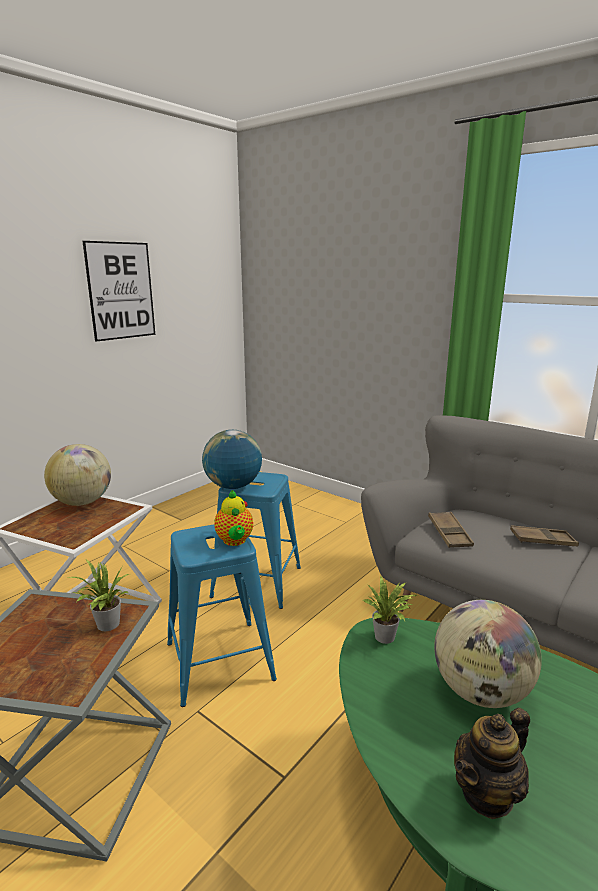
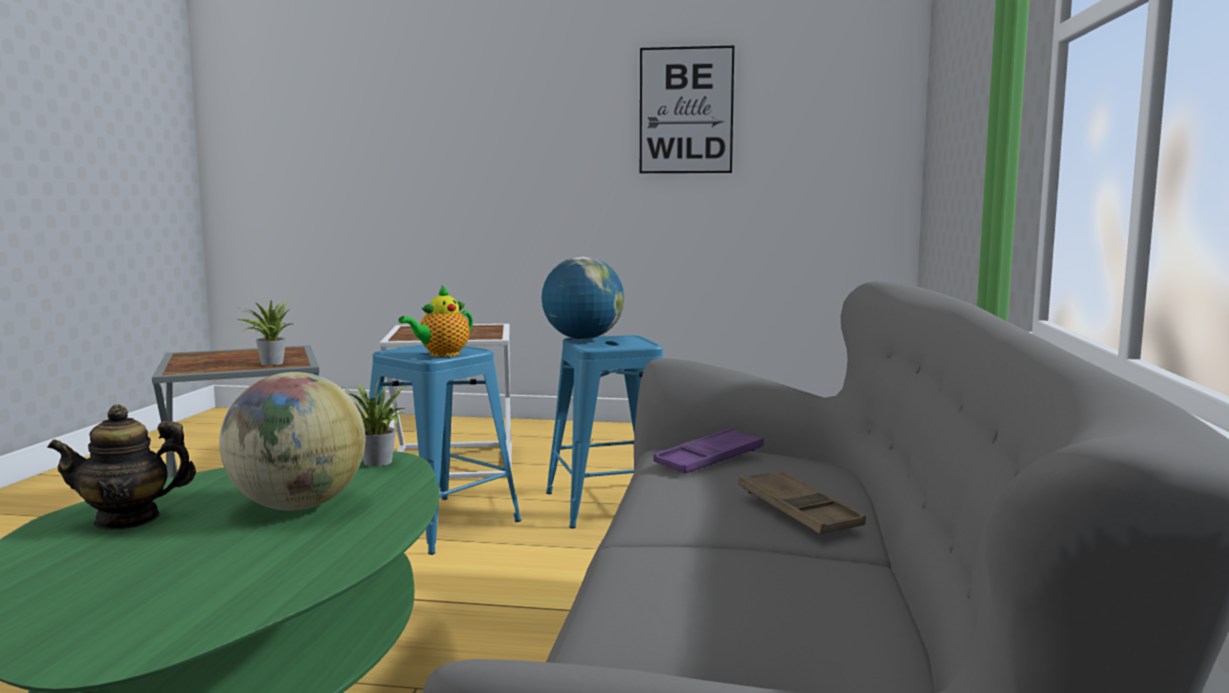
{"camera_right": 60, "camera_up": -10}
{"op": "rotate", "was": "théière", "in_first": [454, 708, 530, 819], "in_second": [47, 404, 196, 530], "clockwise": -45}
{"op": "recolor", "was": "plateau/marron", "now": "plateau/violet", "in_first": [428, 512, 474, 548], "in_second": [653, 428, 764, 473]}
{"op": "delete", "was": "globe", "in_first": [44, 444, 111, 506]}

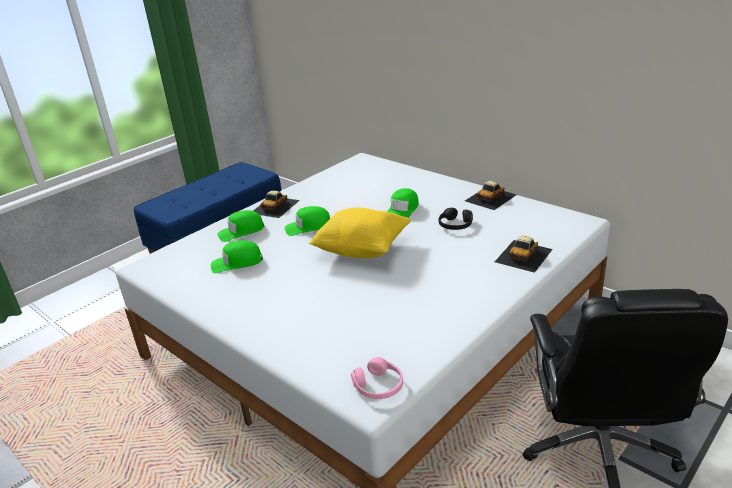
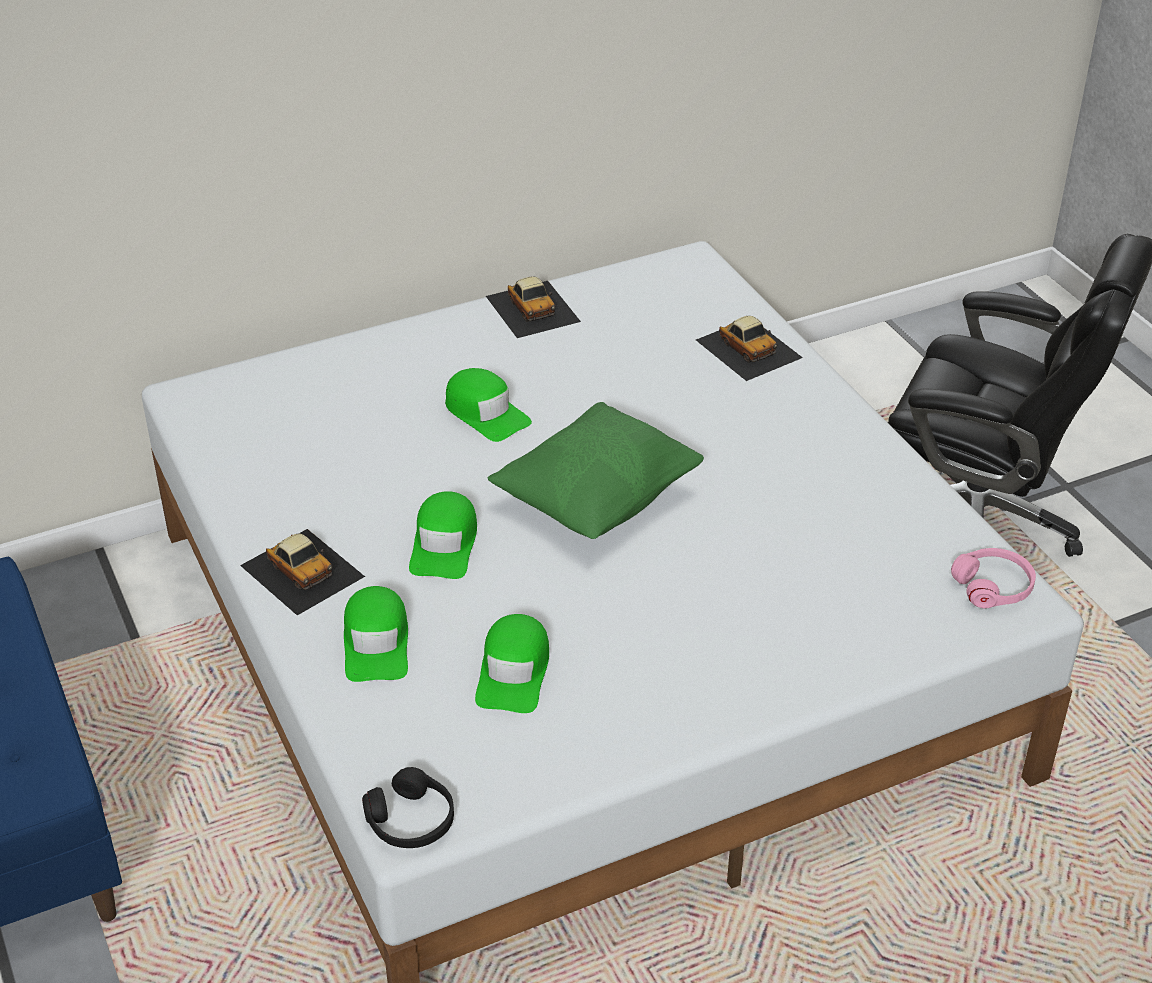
{"camera_right": -70, "camera_up": 10}
{"op": "move", "was": "casque audio/noir", "in_first": [439, 208, 473, 230], "in_second": [362, 767, 454, 848]}
{"op": "recolor", "was": "coussin/jaune", "now": "coussin/vert", "in_first": [309, 207, 411, 258], "in_second": [487, 402, 704, 539]}

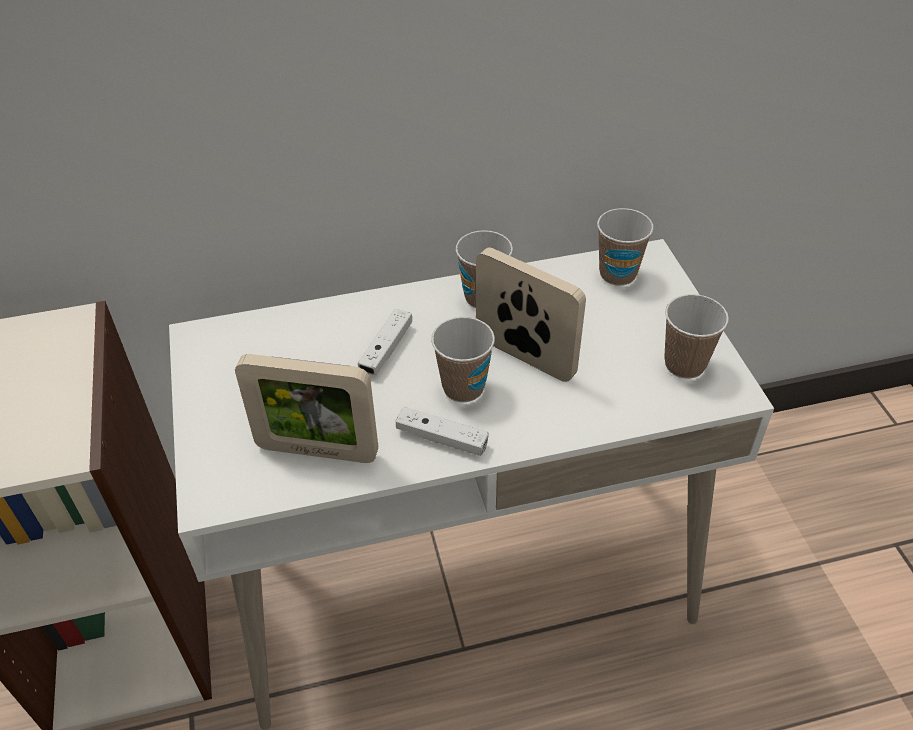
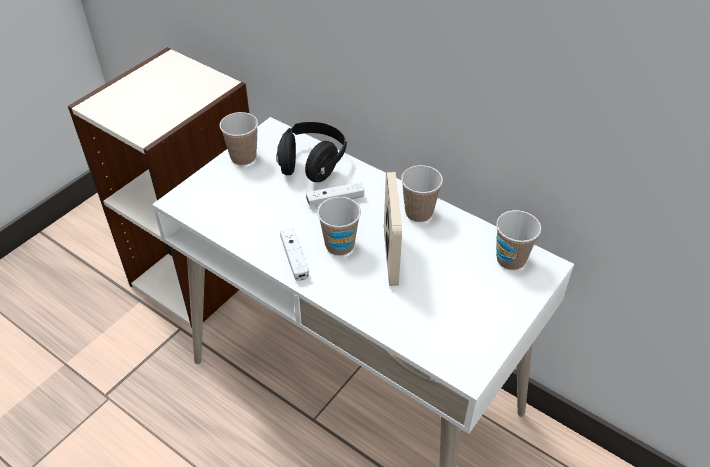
{"camera_right": 50, "camera_up": 0}
{"op": "move", "was": "tasse", "in_first": [664, 294, 729, 379], "in_second": [220, 112, 258, 166]}
{"op": "insert", "now": "casque audio/noir", "in_second": [276, 122, 347, 182]}
{"op": "delete", "was": "cadre photo", "in_first": [235, 354, 378, 463]}

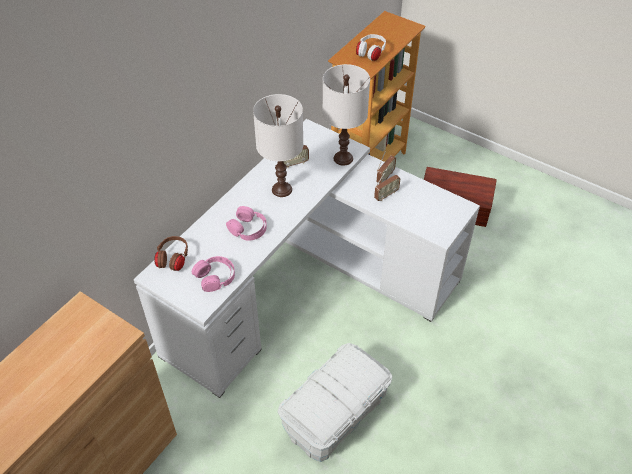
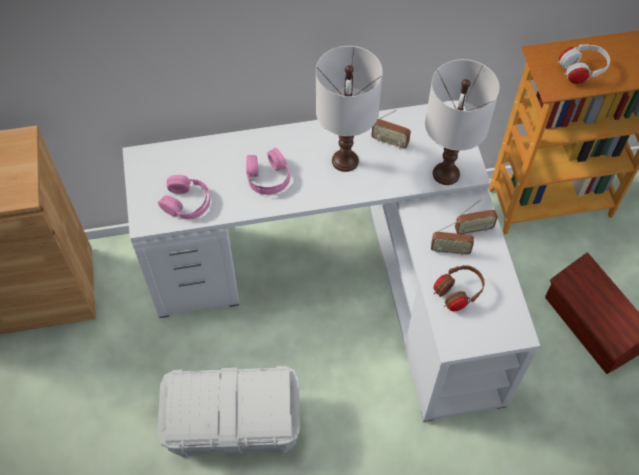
{"camera_right": 45, "camera_up": 10}
{"op": "move", "was": "casque audio/marron", "in_first": [154, 236, 188, 271], "in_second": [433, 265, 485, 311]}

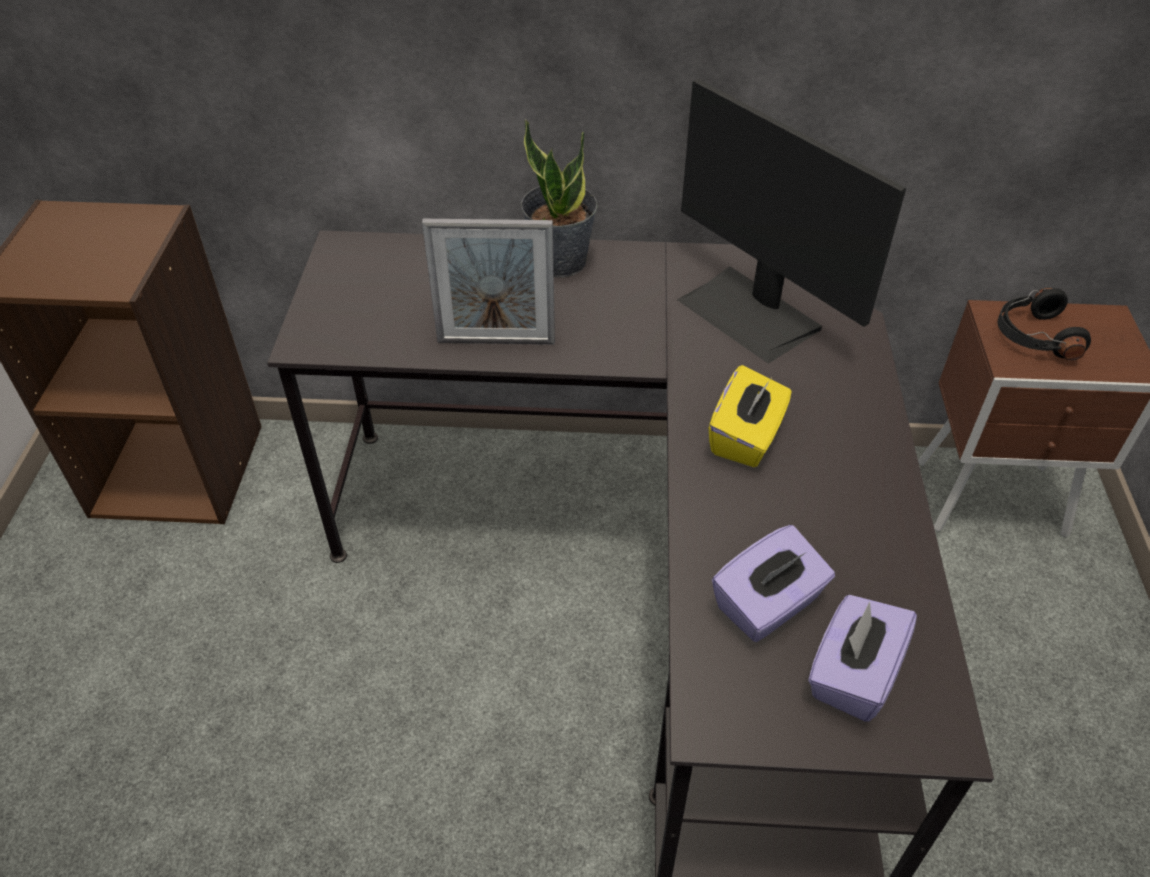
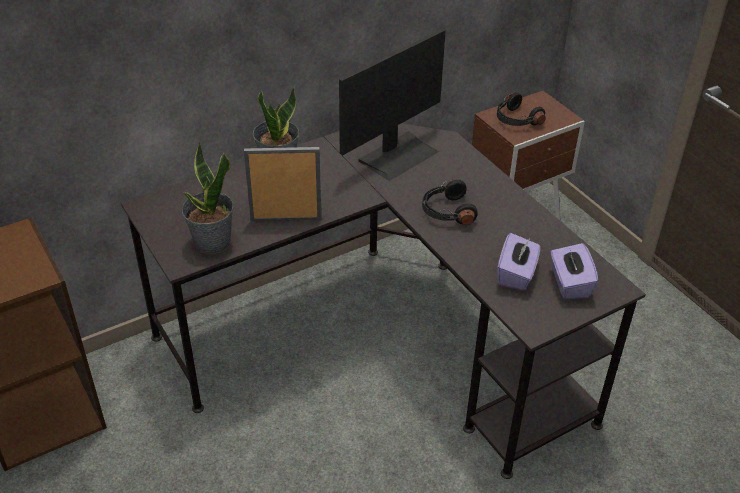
{"camera_right": -35, "camera_up": -5}
{"op": "insert", "now": "plante en pot", "in_second": [182, 141, 234, 254]}
{"op": "rotate", "was": "cadre photo", "in_first": [422, 219, 555, 345], "in_second": [244, 147, 321, 221], "clockwise": -150}
{"op": "rotate", "was": "écran d'ordinateur", "in_first": [677, 79, 906, 364], "in_second": [339, 29, 446, 181], "clockwise": -60}
{"op": "replace", "was": "boîte à mouchoirs/jaune", "now": "casque audio/noir", "in_first": [709, 365, 792, 467], "in_second": [422, 179, 478, 225]}

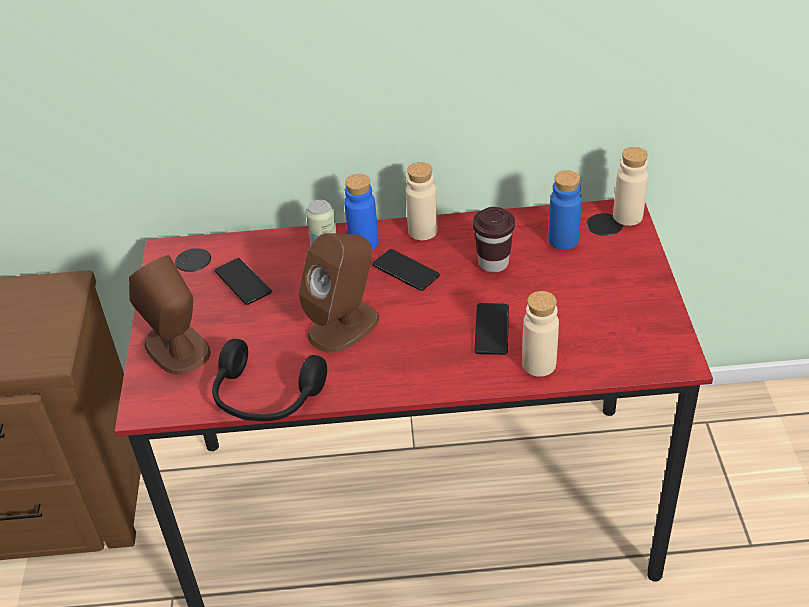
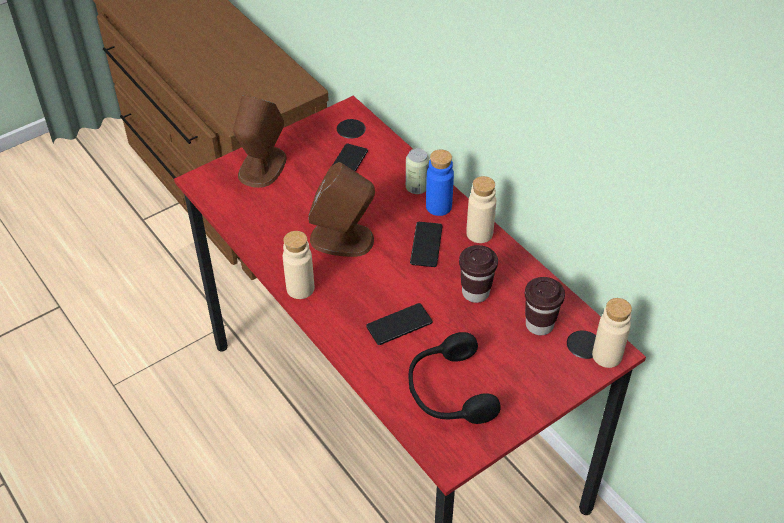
{"camera_right": 55, "camera_up": 5}
{"op": "move", "was": "bouteille/beige", "in_first": [522, 291, 559, 377], "in_second": [283, 231, 314, 299]}
{"op": "move", "was": "casque audio/noir", "in_first": [212, 339, 327, 421], "in_second": [408, 332, 501, 424]}
{"op": "replace", "was": "bouteille/bleu", "now": "tasse/marron", "in_first": [548, 170, 582, 250], "in_second": [525, 277, 565, 335]}

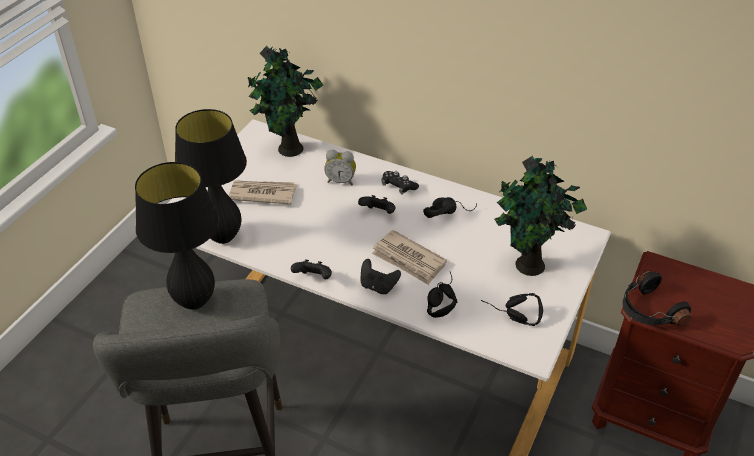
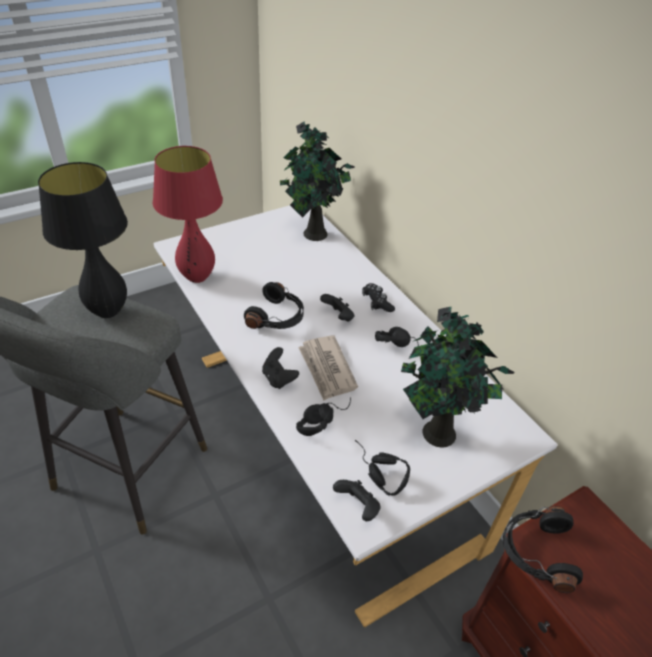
{"camera_right": 30, "camera_up": 0}
{"op": "recolor", "was": "lampe de table/noir", "now": "lampe de table/rouge", "in_first": [175, 109, 247, 244], "in_second": [153, 146, 223, 283]}
{"op": "insert", "now": "casque audio/noir", "in_second": [244, 282, 304, 329]}
{"op": "move", "was": "manette/noir", "in_first": [291, 259, 332, 279], "in_second": [333, 480, 381, 521]}
{"op": "delete", "was": "journal", "in_first": [229, 180, 297, 205]}
{"op": "delete", "was": "réveil", "in_first": [324, 150, 356, 185]}

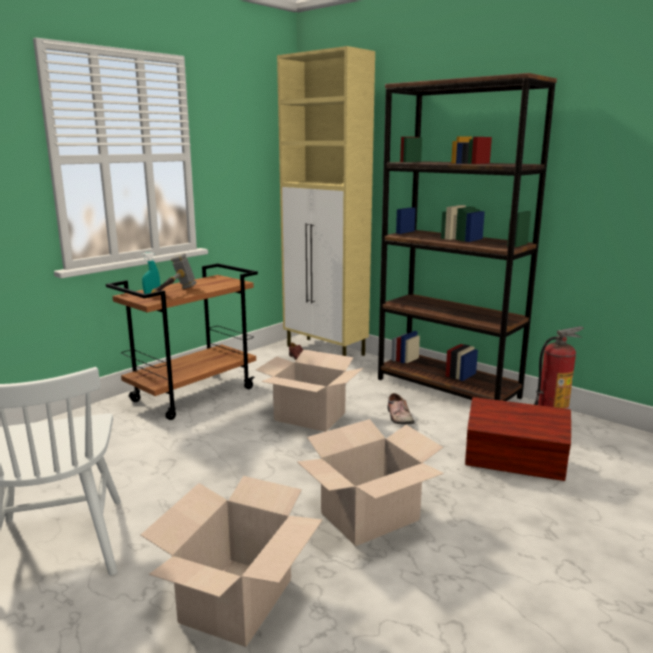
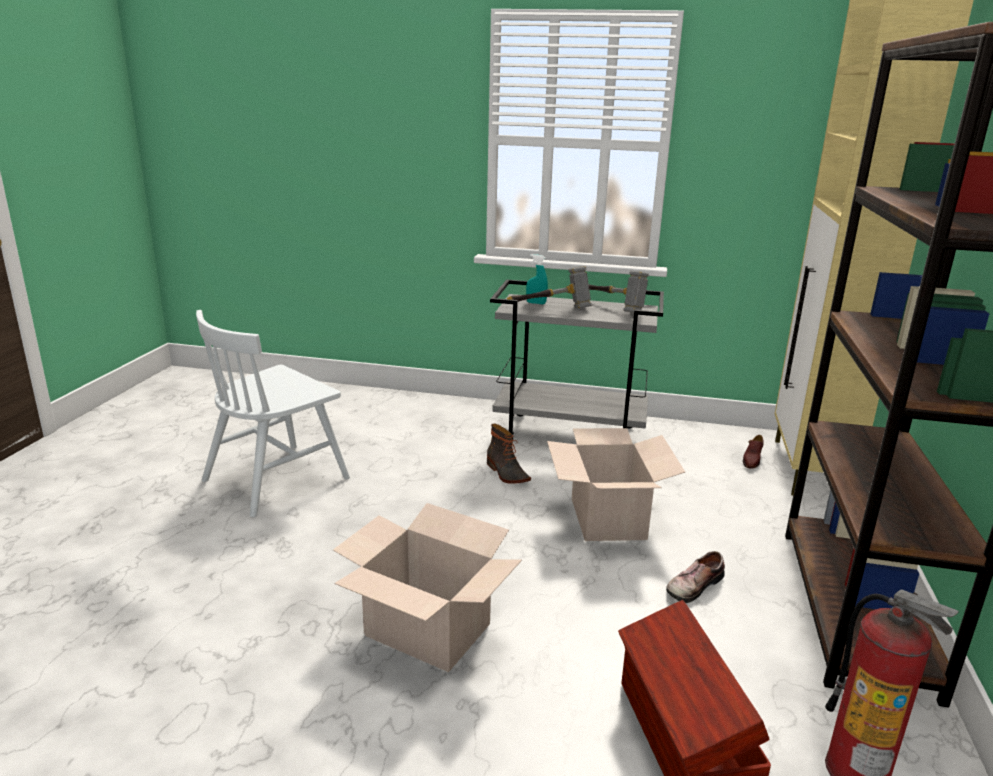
{"camera_right": 60, "camera_up": 5}
{"op": "insert", "now": "botte", "in_second": [487, 424, 531, 484]}
{"op": "recolor", "was": "chariot/marron", "now": "chariot/gris", "in_first": [106, 263, 258, 420], "in_second": [490, 280, 664, 439]}
{"op": "insert", "now": "marteau", "in_second": [589, 271, 649, 313]}
{"op": "delete", "was": "carton", "in_first": [141, 476, 322, 647]}

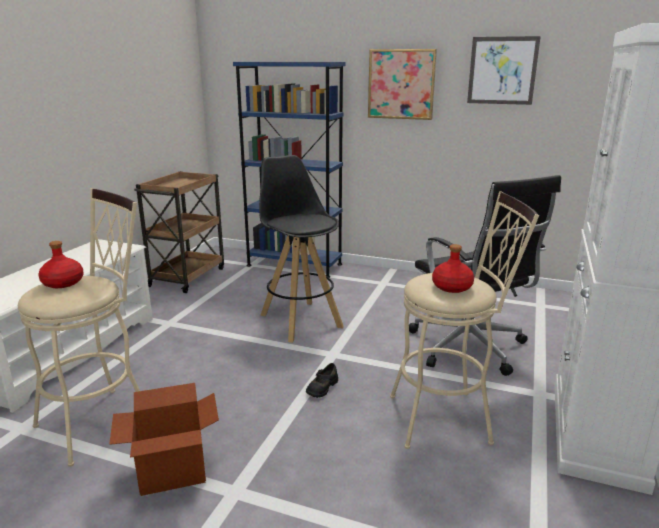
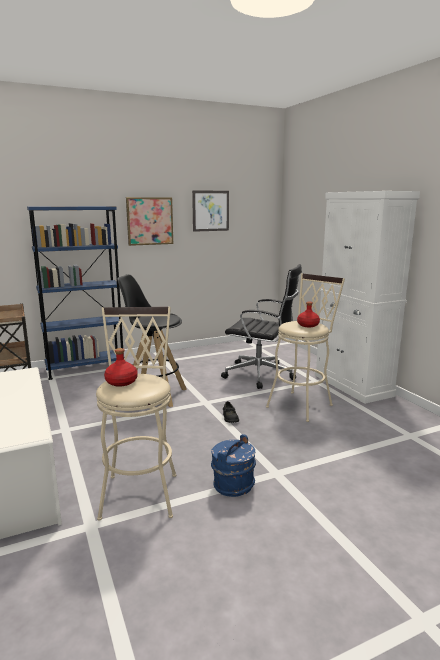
{"camera_right": -45, "camera_up": -5}
{"op": "replace", "was": "carton", "now": "seau/bleu", "in_first": [109, 383, 219, 496], "in_second": [211, 434, 256, 497]}

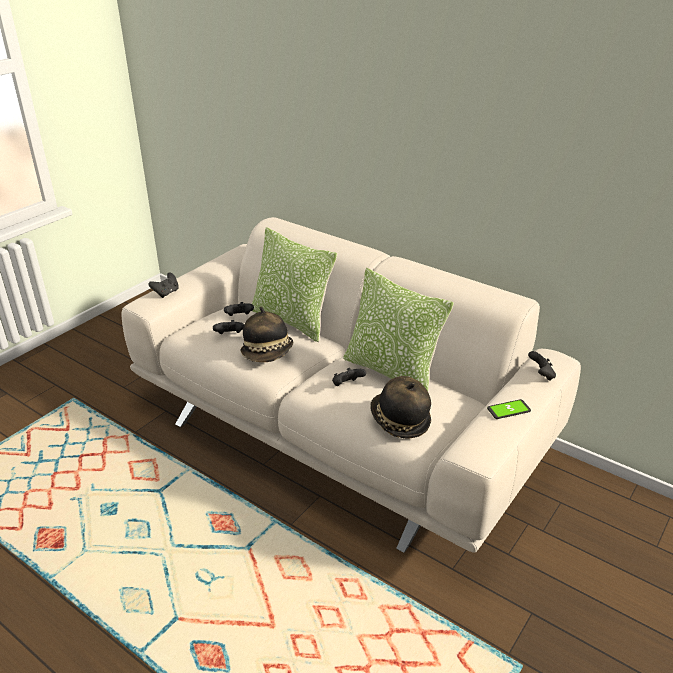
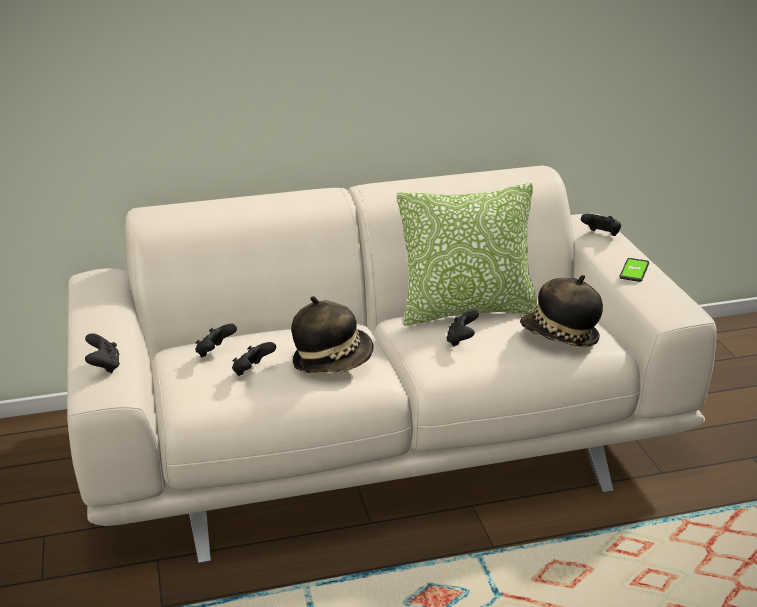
{"camera_right": -50, "camera_up": -5}
{"op": "delete", "was": "coussin", "in_first": [252, 227, 337, 342]}

